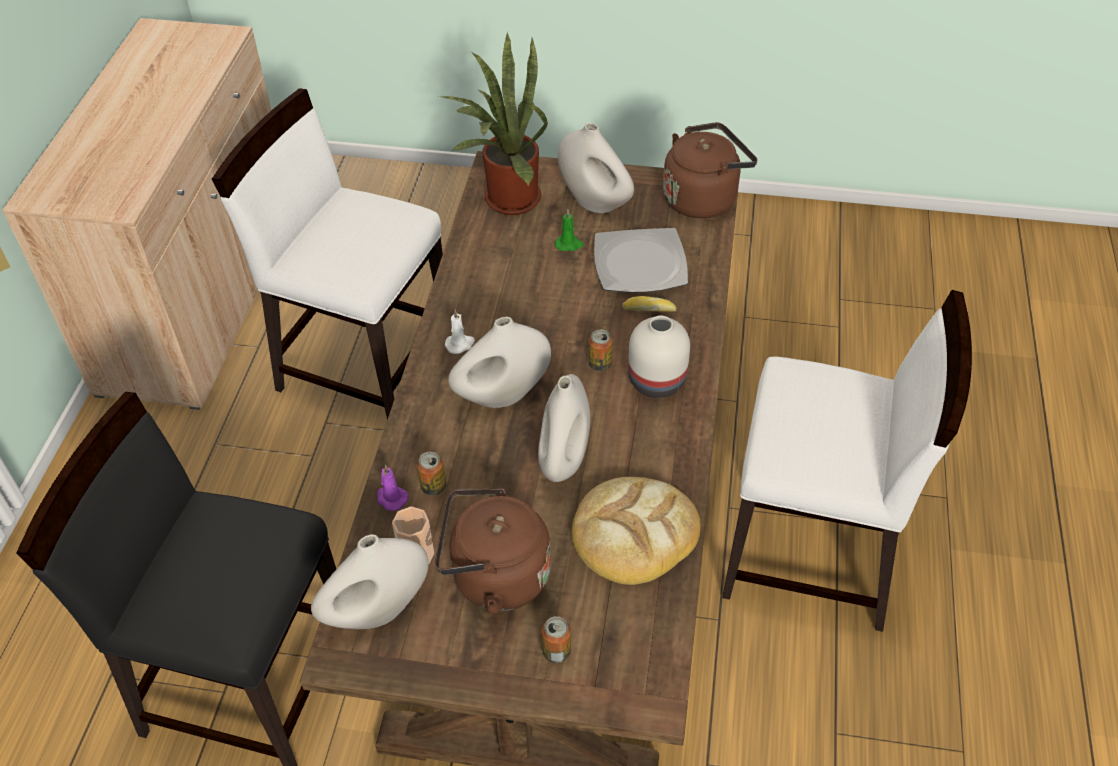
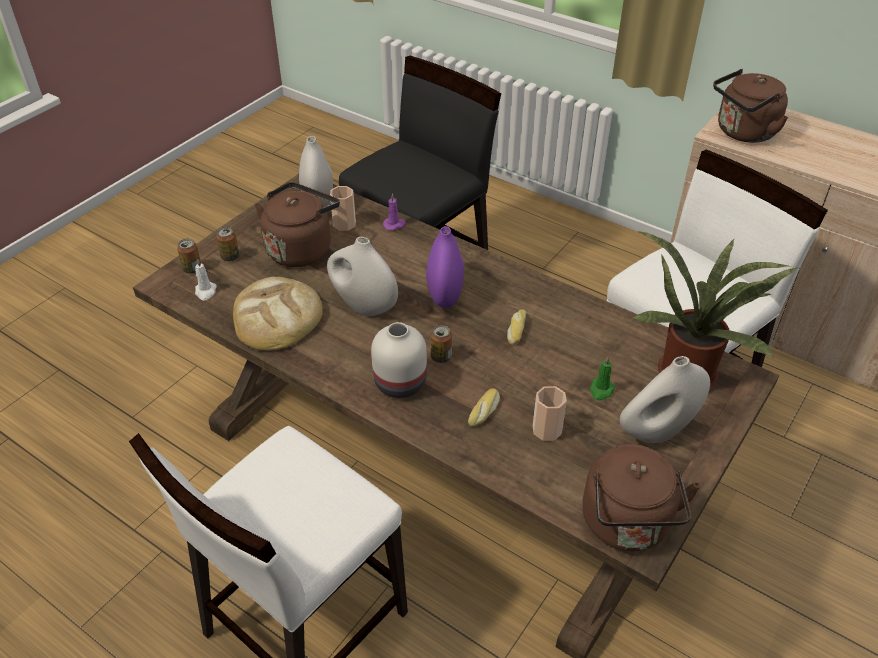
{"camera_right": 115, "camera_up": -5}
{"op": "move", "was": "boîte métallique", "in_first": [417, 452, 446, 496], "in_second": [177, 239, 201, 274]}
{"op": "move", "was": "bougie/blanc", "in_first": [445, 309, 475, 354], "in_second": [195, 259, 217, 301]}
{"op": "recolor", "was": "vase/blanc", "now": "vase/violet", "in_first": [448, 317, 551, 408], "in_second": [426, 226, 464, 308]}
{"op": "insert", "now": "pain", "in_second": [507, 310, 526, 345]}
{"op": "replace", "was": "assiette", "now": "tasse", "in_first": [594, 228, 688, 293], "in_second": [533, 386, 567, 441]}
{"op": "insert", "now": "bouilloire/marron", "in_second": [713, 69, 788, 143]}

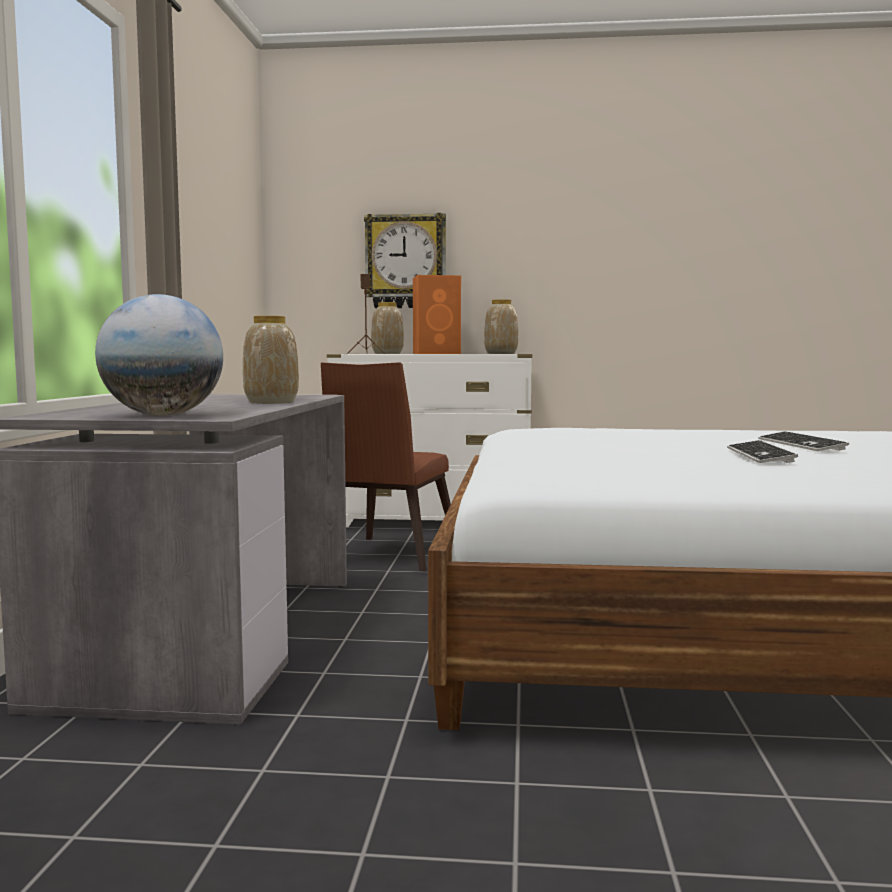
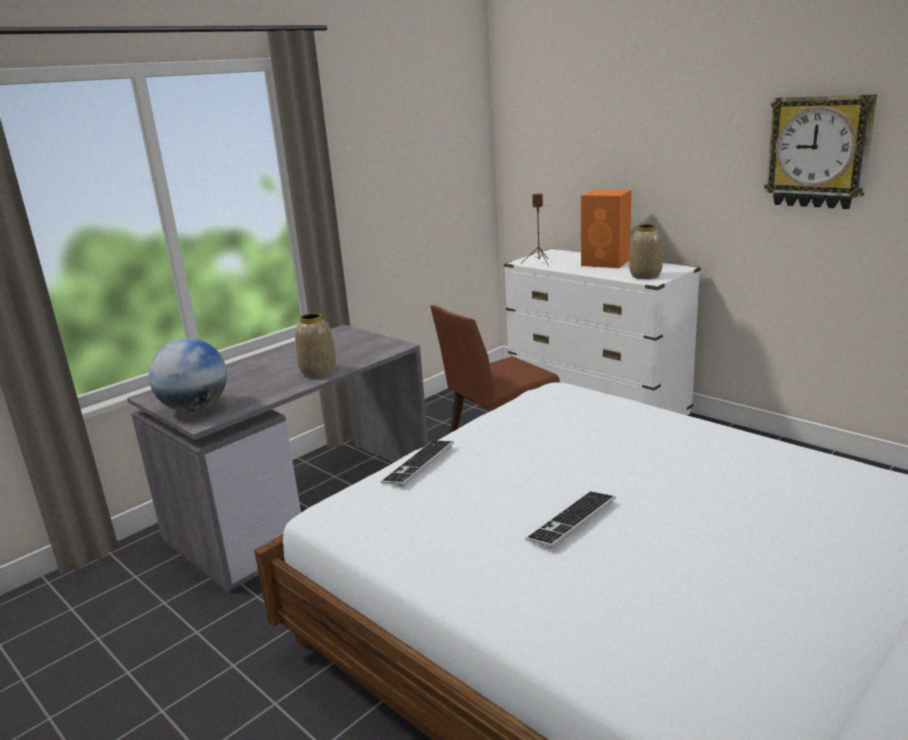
{"camera_right": 40, "camera_up": 15}
{"op": "move", "was": "clavier", "in_first": [758, 431, 849, 451], "in_second": [381, 441, 454, 487]}
{"op": "move", "was": "horloge murale", "in_first": [364, 213, 446, 308], "in_second": [764, 94, 877, 209]}
{"op": "delete", "was": "vase", "in_first": [371, 302, 404, 354]}

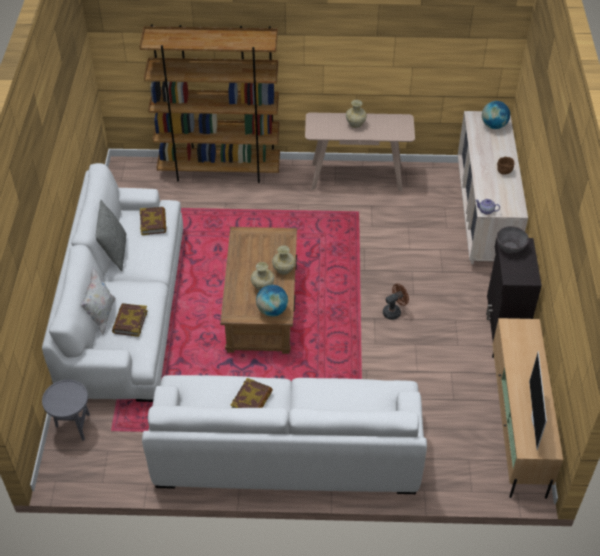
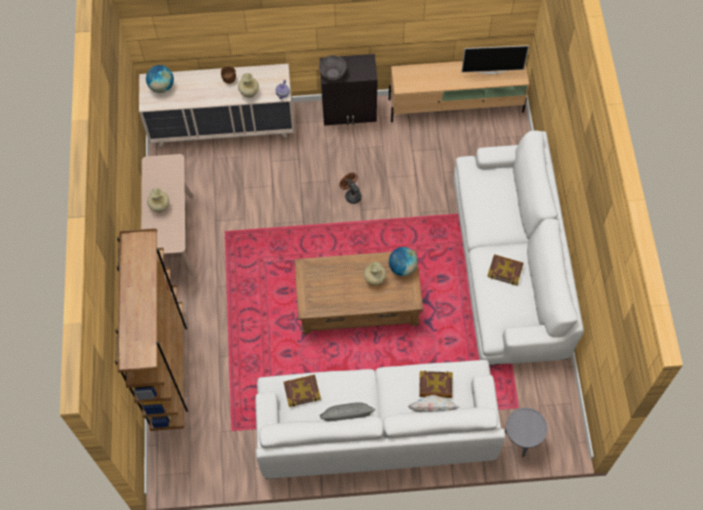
{"camera_right": -95, "camera_up": 15}
{"op": "move", "was": "vase/beige", "in_first": [272, 245, 295, 275], "in_second": [238, 73, 259, 98]}

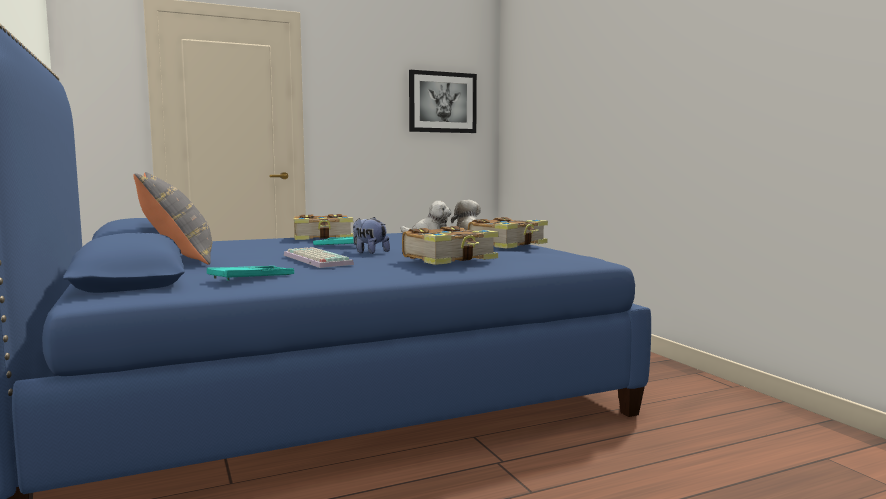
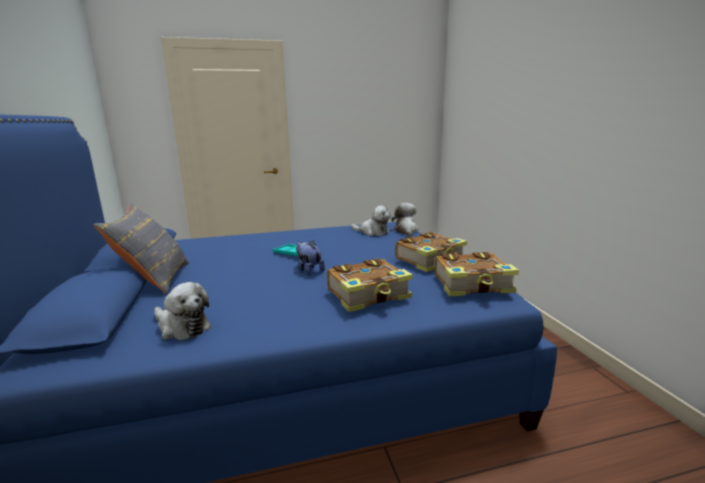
{"camera_right": 10, "camera_up": 10}
{"op": "replace", "was": "plateau/turquoise", "now": "peluche", "in_first": [207, 266, 294, 281], "in_second": [154, 282, 211, 340]}
{"op": "move", "was": "livre", "in_first": [294, 214, 354, 240], "in_second": [435, 252, 519, 296]}
{"op": "delete", "was": "clavier", "in_first": [284, 247, 354, 268]}
{"op": "delete", "was": "tableau", "in_first": [409, 70, 477, 133]}

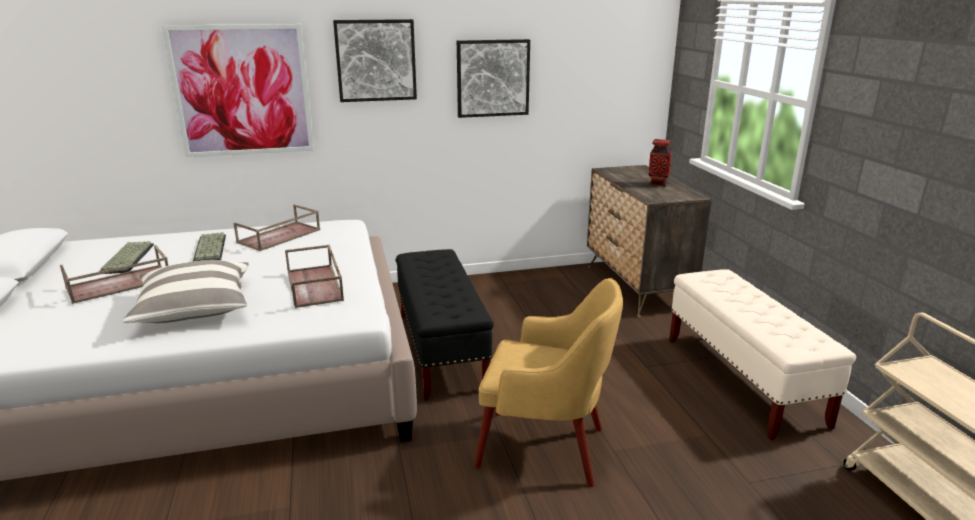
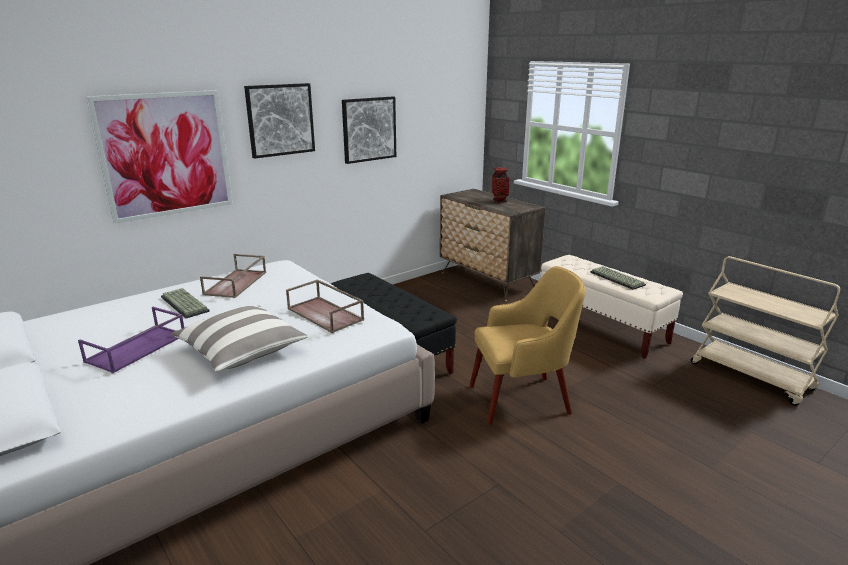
{"camera_right": -25, "camera_up": 0}
{"op": "recolor", "was": "plateau/marron", "now": "plateau/violet", "in_first": [60, 245, 168, 304], "in_second": [78, 307, 184, 373]}
{"op": "move", "was": "clavier", "in_first": [101, 241, 154, 274], "in_second": [590, 266, 646, 290]}

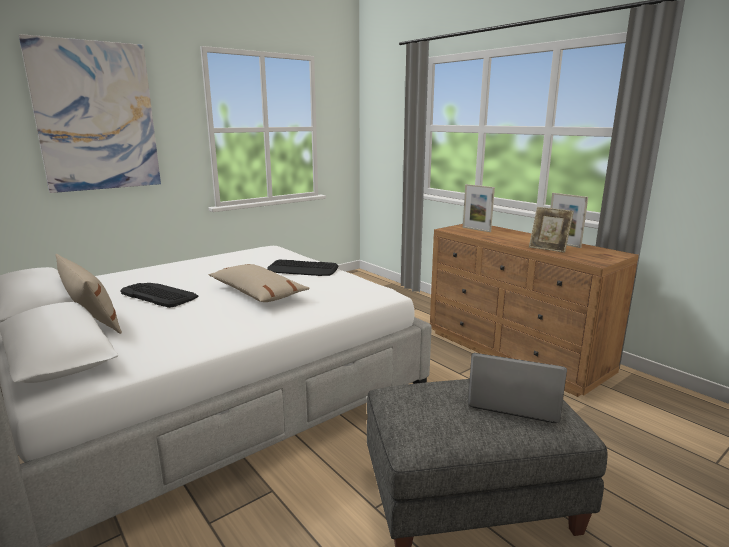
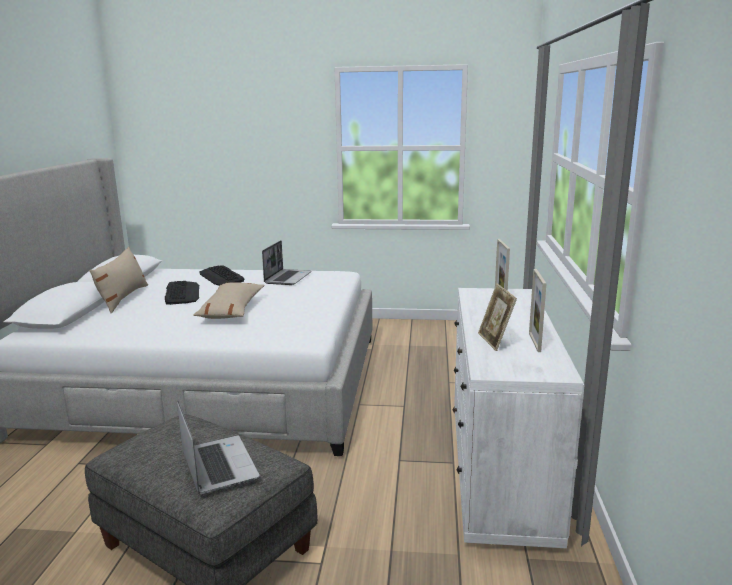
{"camera_right": 45, "camera_up": 0}
{"op": "move", "was": "clavier", "in_first": [267, 260, 338, 276], "in_second": [199, 265, 244, 286]}
{"op": "insert", "now": "ordinateur portable", "in_second": [262, 240, 311, 285]}
{"op": "recolor", "was": "commode/marron", "now": "commode/blanc", "in_first": [430, 224, 639, 397], "in_second": [452, 288, 585, 548]}
{"op": "delete", "was": "tableau", "in_first": [19, 34, 161, 193]}

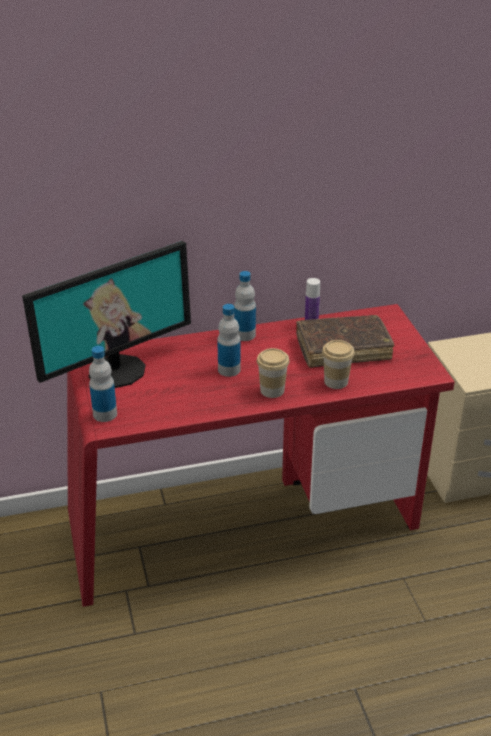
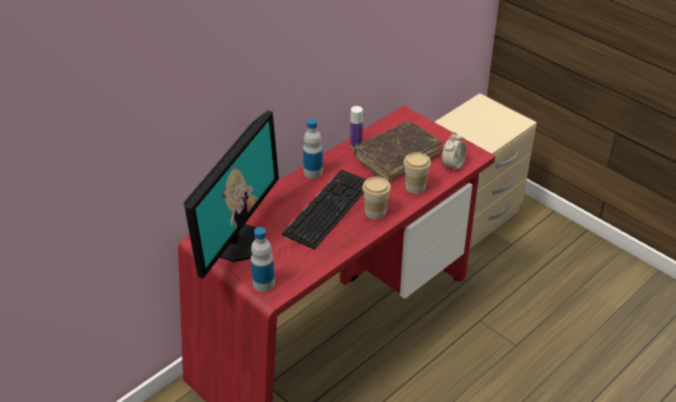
{"camera_right": -30, "camera_up": 5}
{"op": "replace", "was": "bouteille", "now": "clavier", "in_first": [217, 304, 241, 377], "in_second": [282, 169, 367, 249]}
{"op": "insert", "now": "réveil", "in_second": [441, 132, 466, 172]}

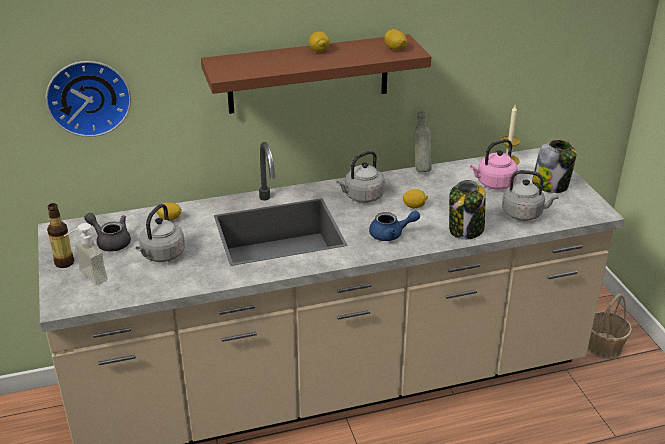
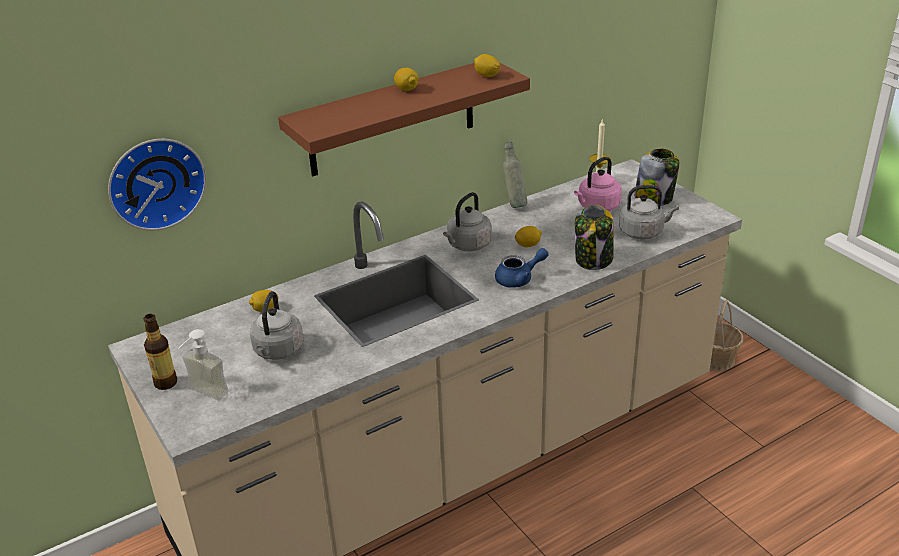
{"camera_right": -15, "camera_up": 0}
{"op": "delete", "was": "théière/gris", "in_first": [84, 213, 131, 251]}

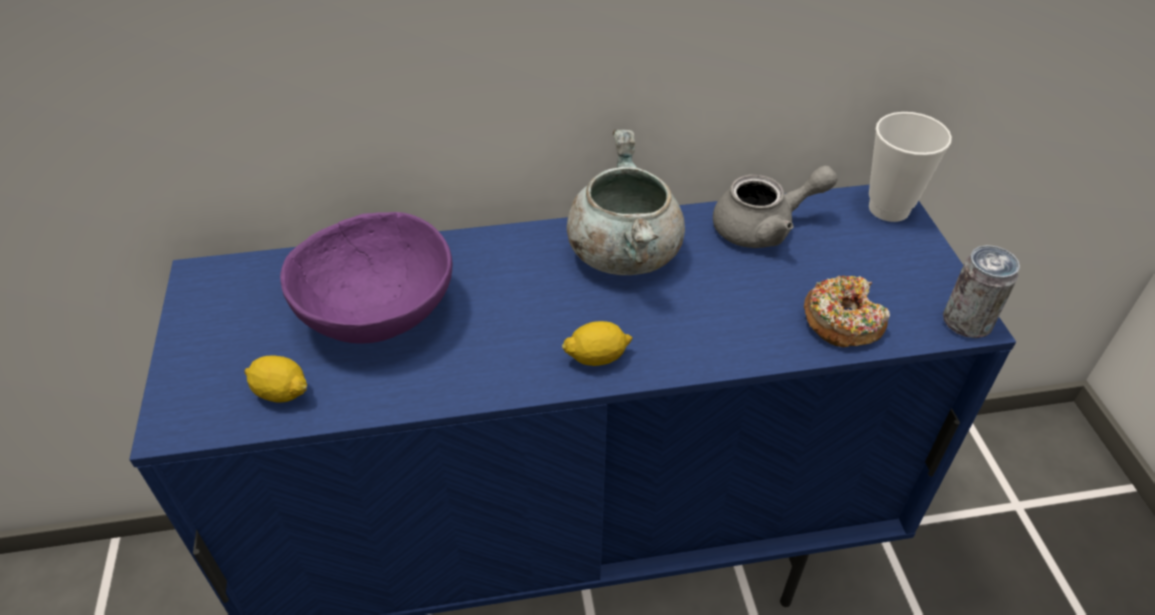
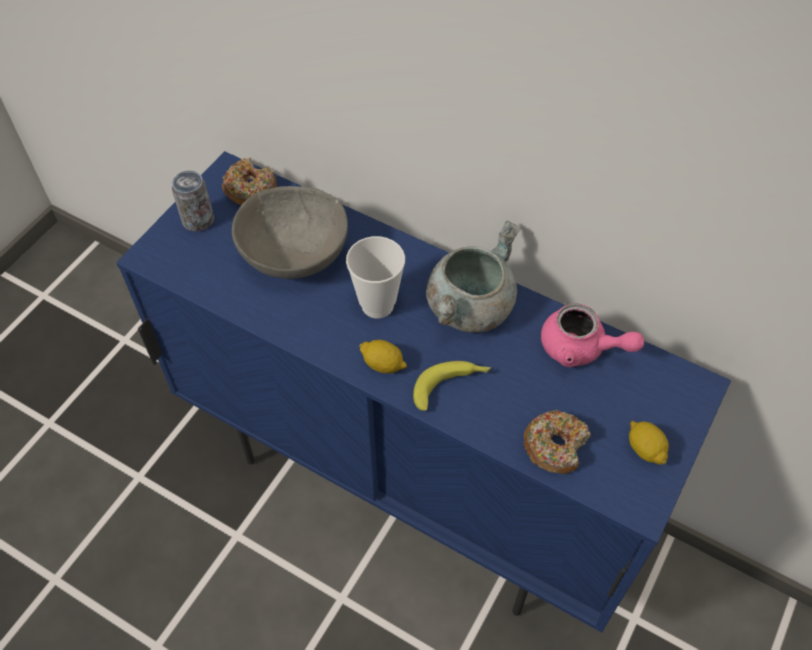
{"camera_right": 40, "camera_up": 10}
{"op": "move", "was": "boîte métallique", "in_first": [943, 245, 1020, 338], "in_second": [172, 170, 214, 231]}
{"op": "insert", "now": "beignet", "in_second": [222, 158, 277, 205]}
{"op": "recolor", "was": "bol/violet", "now": "bol/gris", "in_first": [280, 212, 453, 343], "in_second": [232, 186, 348, 279]}
{"op": "move", "was": "tasse", "in_first": [869, 112, 952, 222], "in_second": [346, 236, 405, 318]}
{"op": "insert", "now": "banane", "in_second": [413, 361, 491, 411]}
{"op": "recolor", "was": "théière/gris", "now": "théière/rose", "in_first": [713, 165, 837, 248], "in_second": [541, 304, 644, 367]}
{"op": "move", "was": "citron", "in_first": [244, 355, 307, 403], "in_second": [629, 421, 669, 465]}

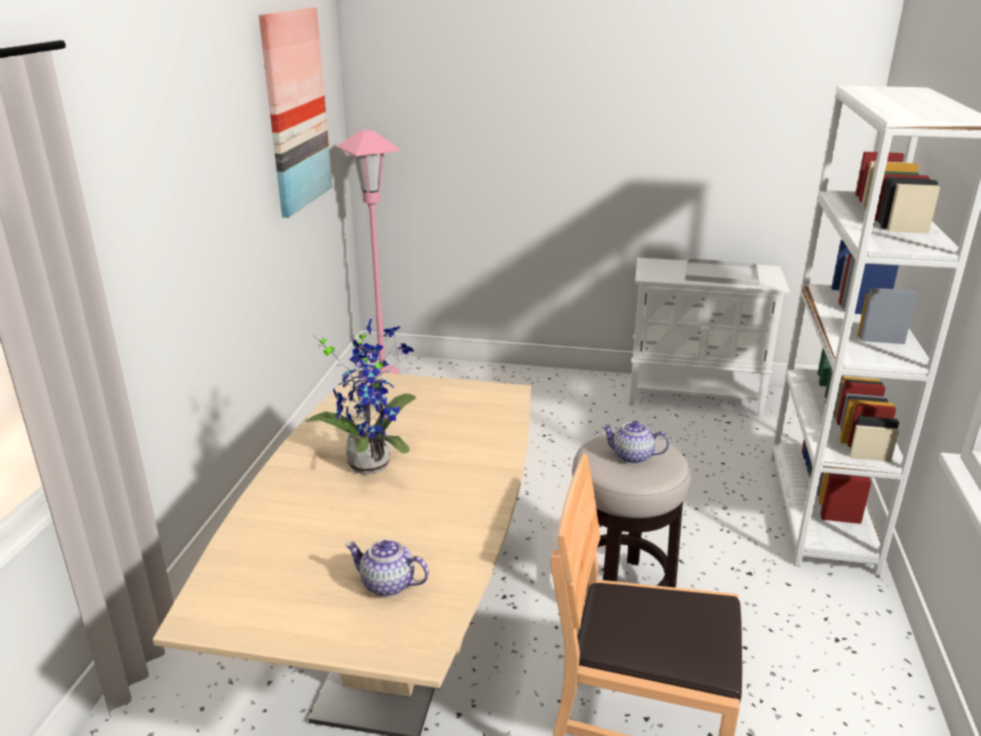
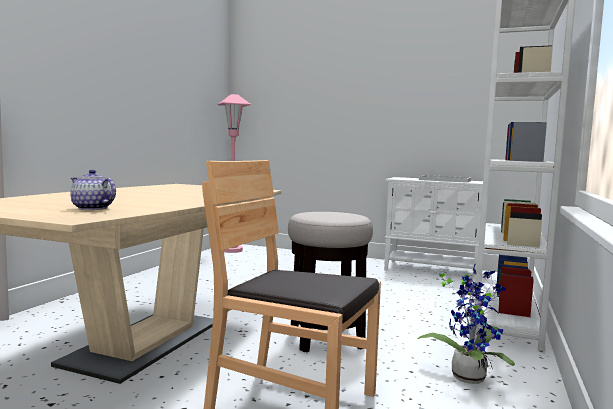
{"camera_right": 10, "camera_up": -20}
{"op": "move", "was": "plante en pot", "in_first": [306, 319, 416, 474], "in_second": [418, 263, 515, 384]}
{"op": "delete", "was": "tableau", "in_first": [259, 8, 332, 218]}
{"op": "delete", "was": "théière", "in_first": [601, 421, 669, 464]}

